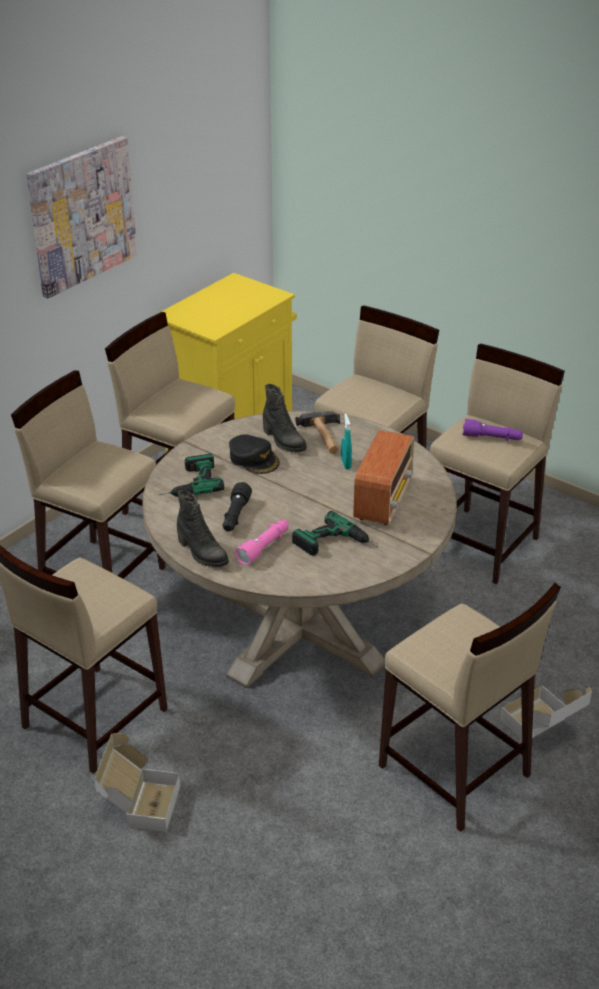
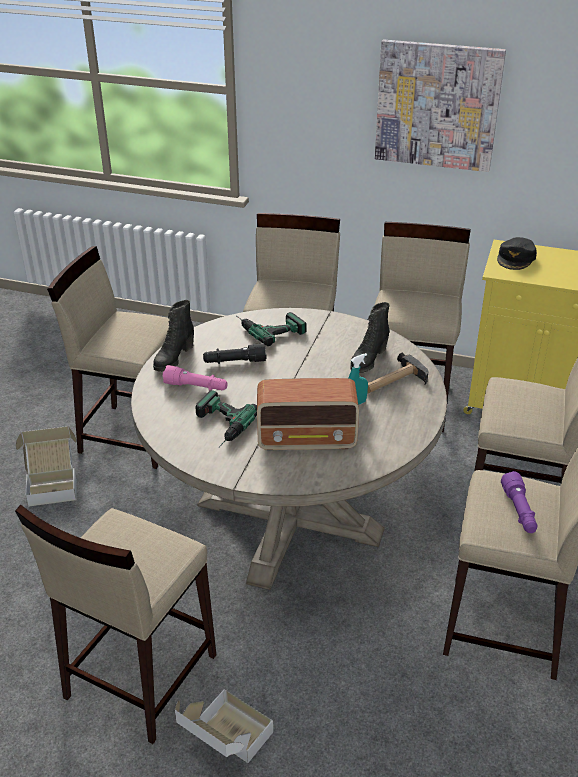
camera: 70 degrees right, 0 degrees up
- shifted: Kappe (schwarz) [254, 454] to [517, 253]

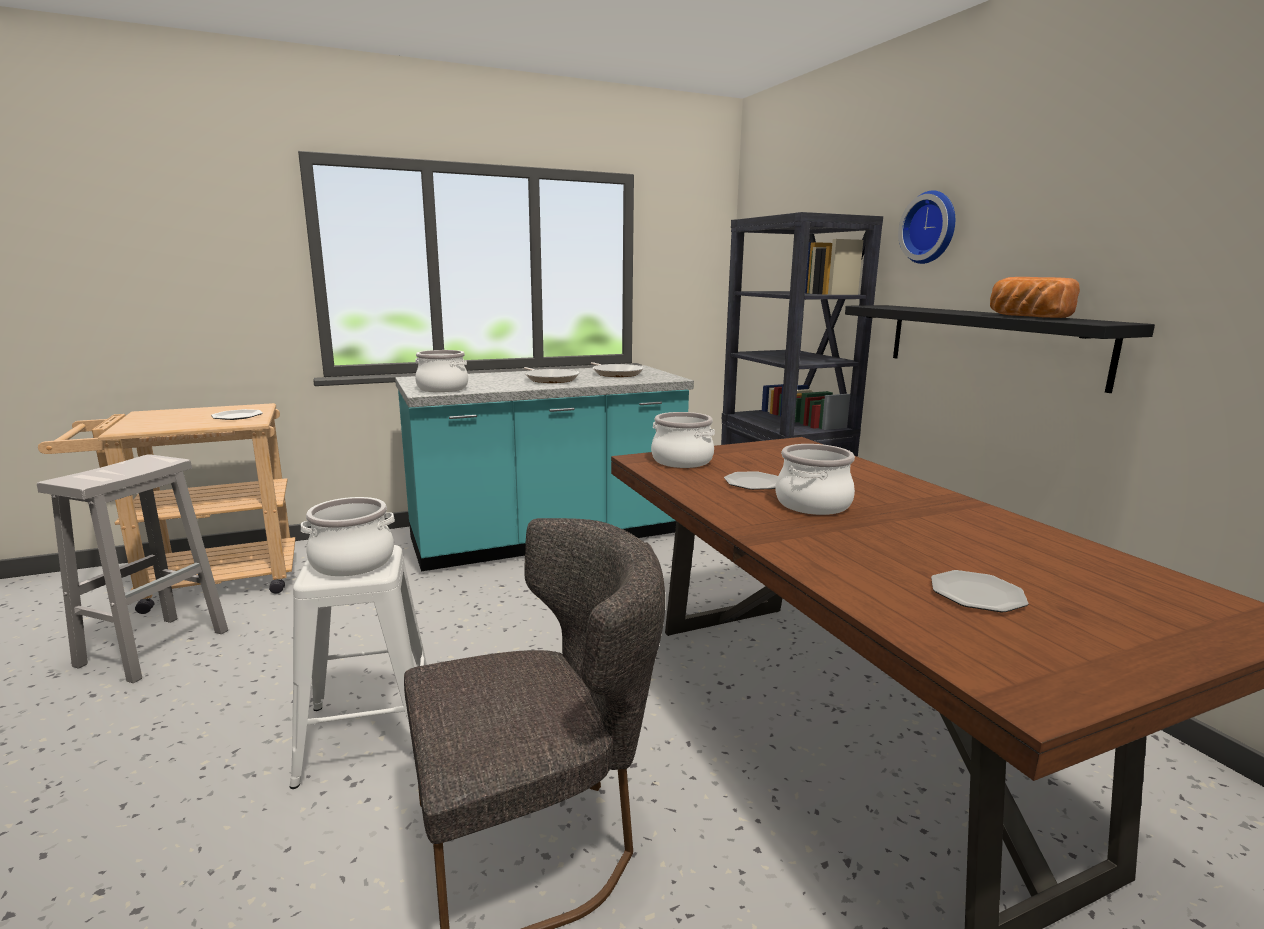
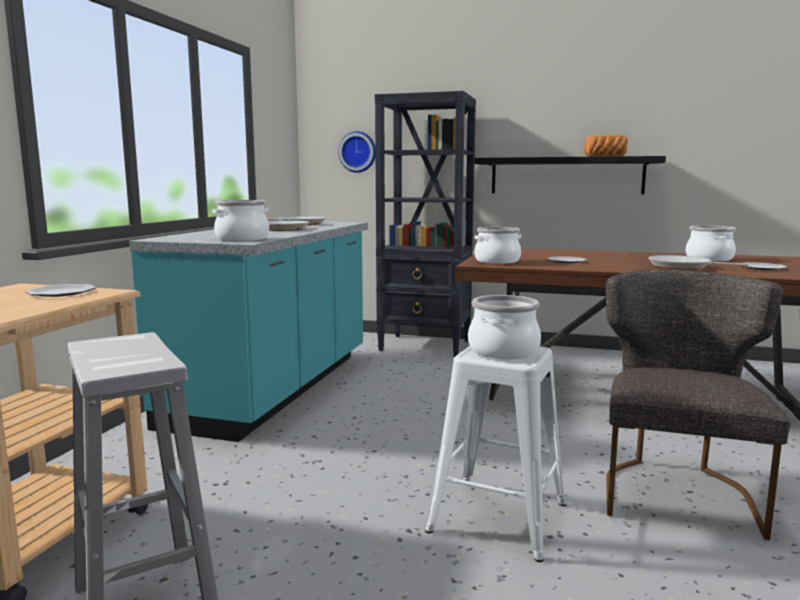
camera: 50 degrees left, 5 degrees down
- shifted: Wanduhr [926, 227] to [357, 152]
- shifted: Kochtopf [815, 479] to [711, 243]
- new: Pfanne [698, 262]

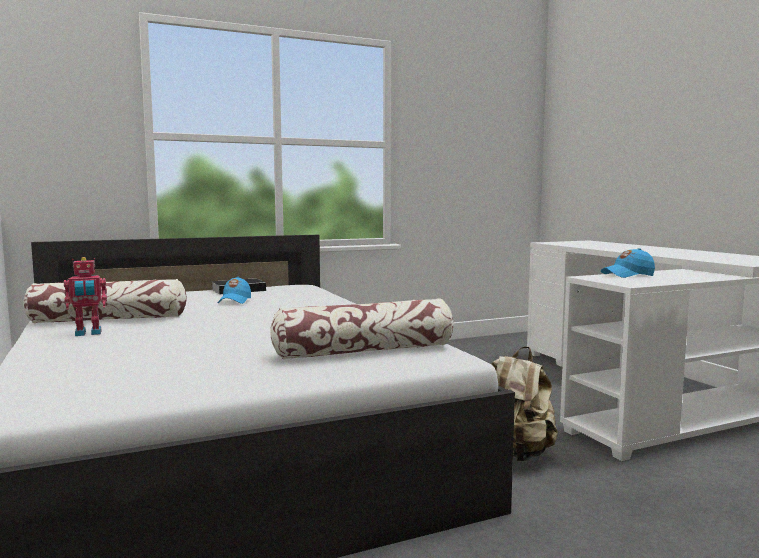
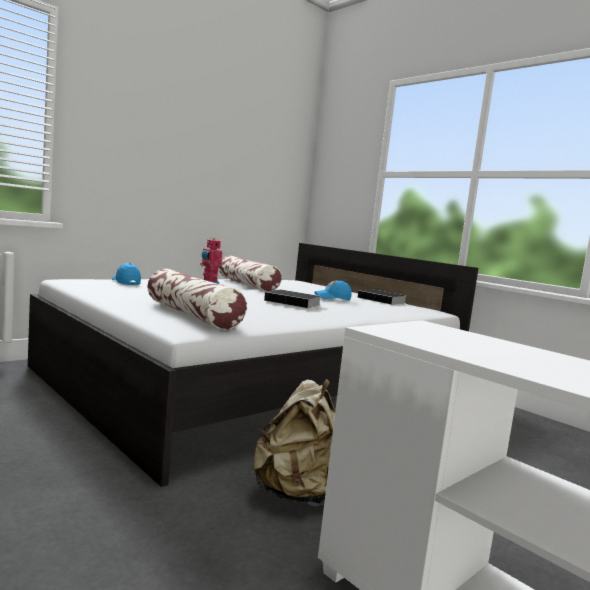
camera: 70 degrees right, 0 degrees up
- shifted: Kappe (blau) [628, 263] to [126, 274]
- new: Buch [293, 299]

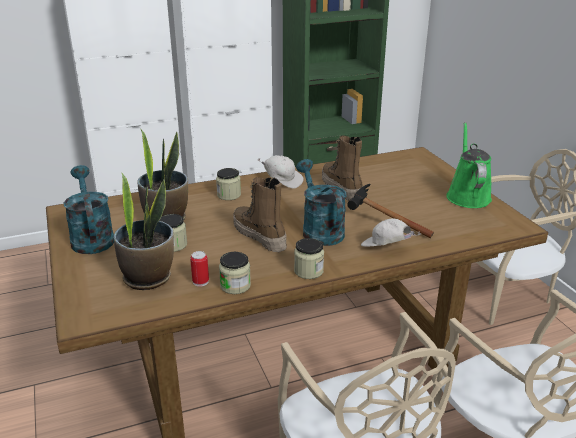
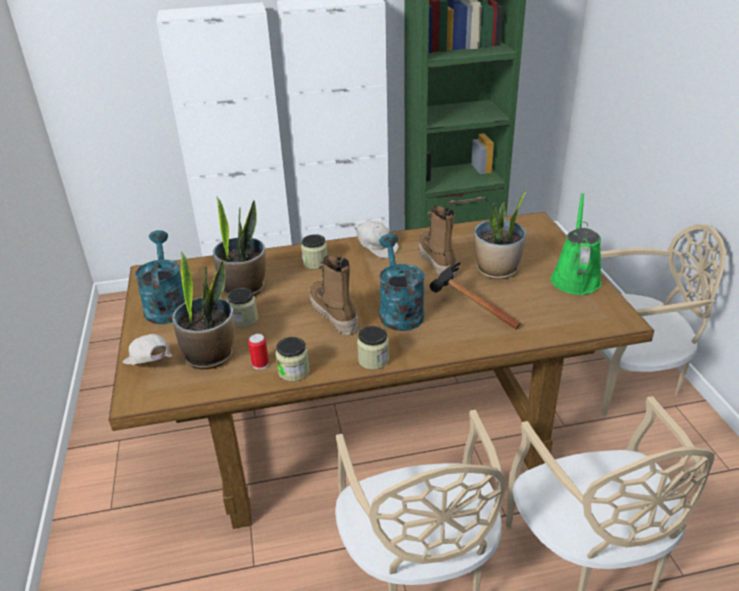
camera: 10 degrees right, 5 degrees up
- shifted: Kappe (weiß) [391, 233] to [147, 349]
- new: Topfpflanze [501, 234]

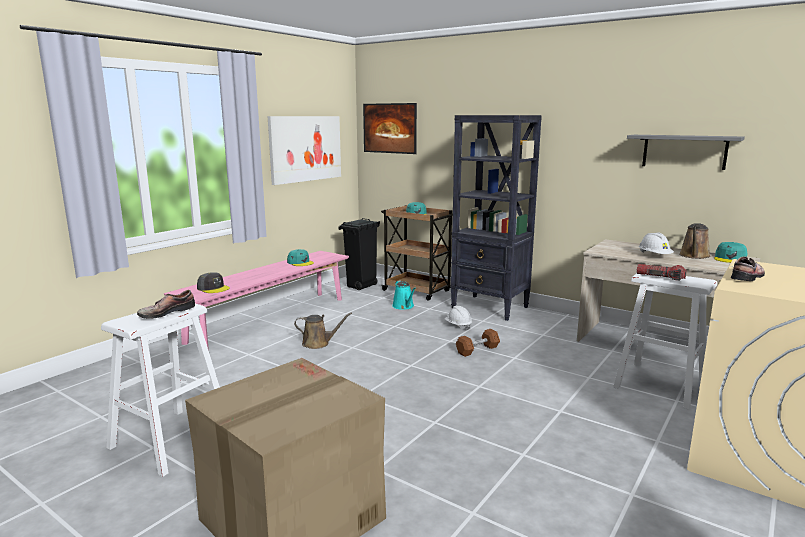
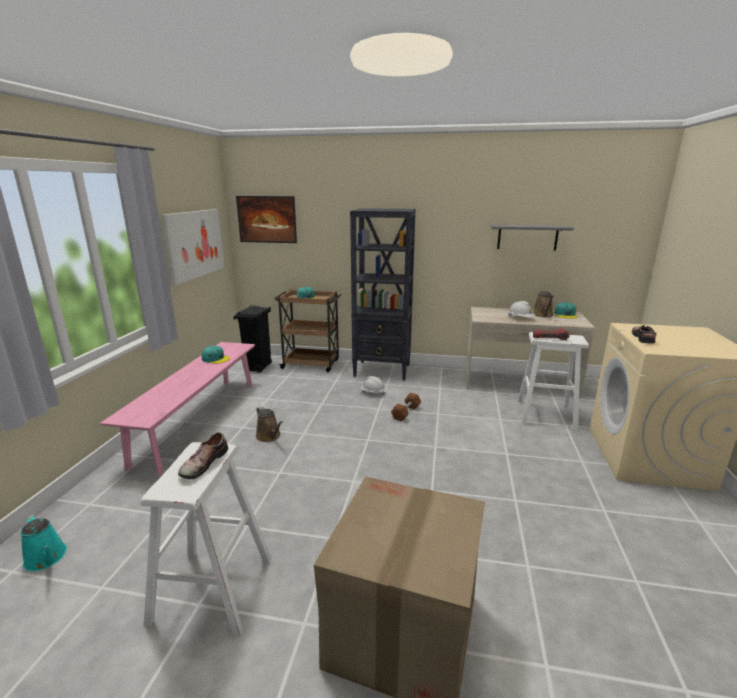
camera: 25 degrees left, 5 degrees up
- gone: Kappe (grau) [213, 282]
- shifted: Gießkanne (türkis) [404, 295] to [43, 542]
- rotated: Gießkanne (braun) [323, 330] = [269, 424] 75 degrees clockwise

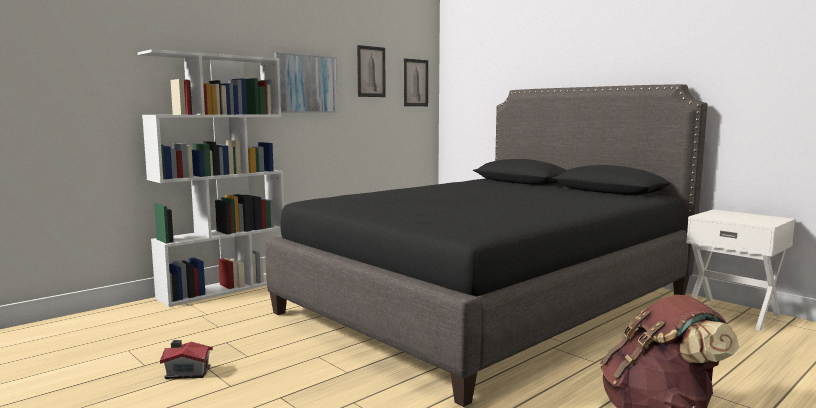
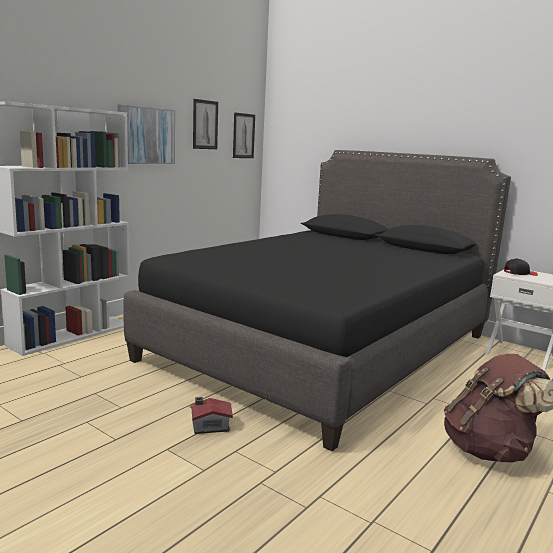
camera: 10 degrees left, 5 degrees up
- shifted: Spielzeughaus [186, 359] to [211, 415]
- new: Kappe (schwarz) [521, 267]

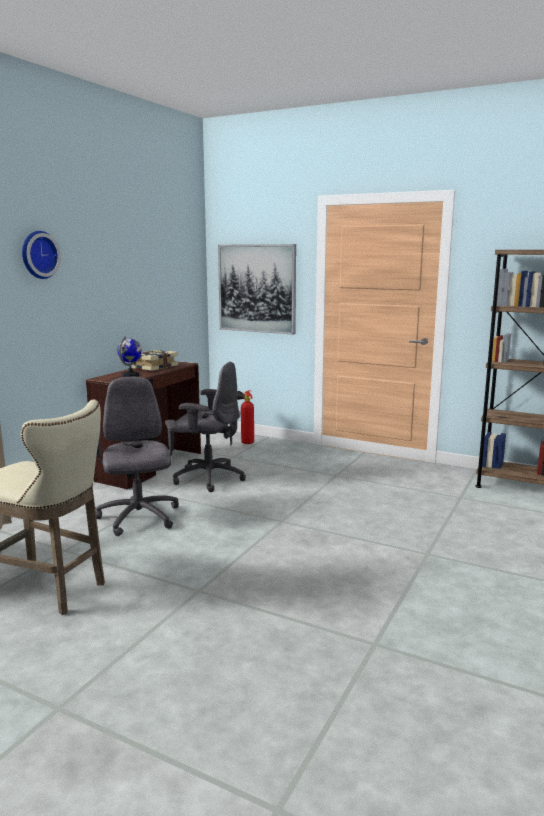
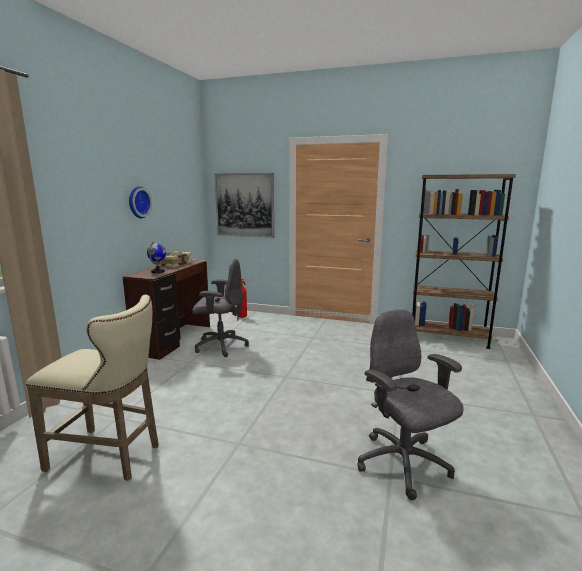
camera: 10 degrees left, 0 degrees up
- shifted: Wanduhr [41, 255] to [140, 202]
- shifted: Bürostuhl (grau) [137, 456] to [410, 405]

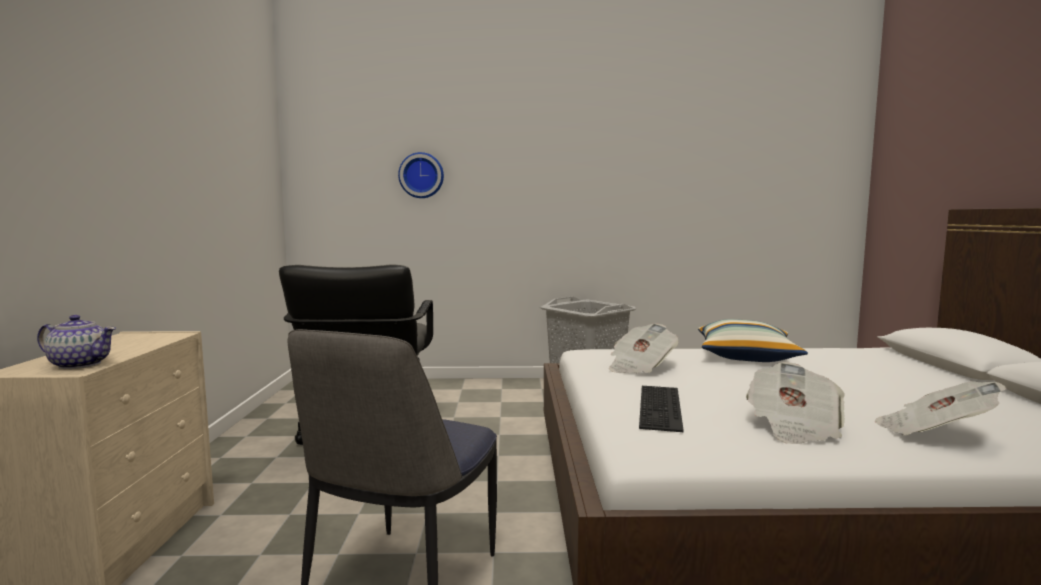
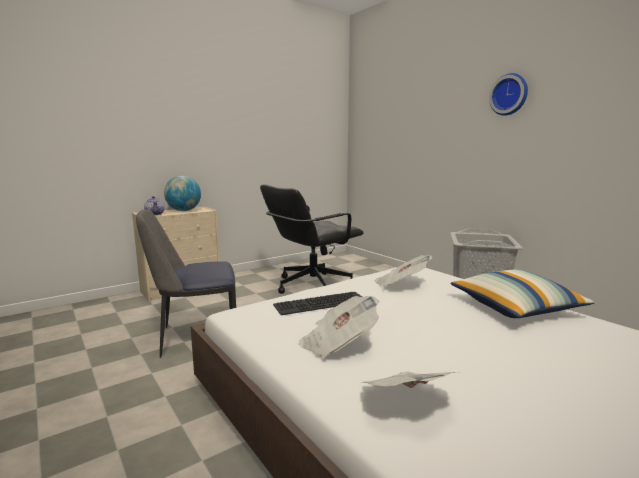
camera: 55 degrees right, 5 degrees up
- shifted: Wanduhr [421, 175] to [508, 94]
- new: Globus [182, 193]

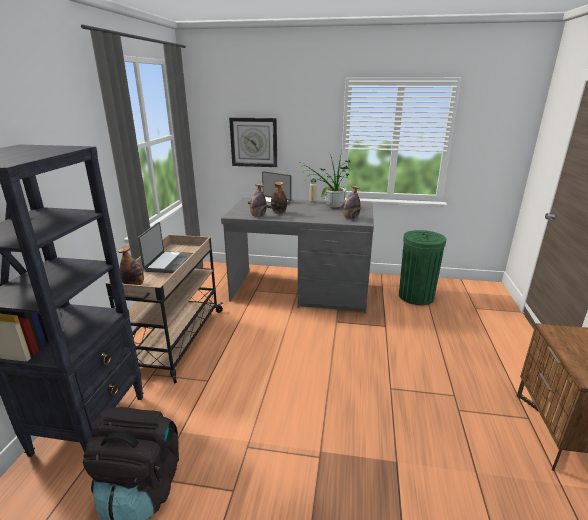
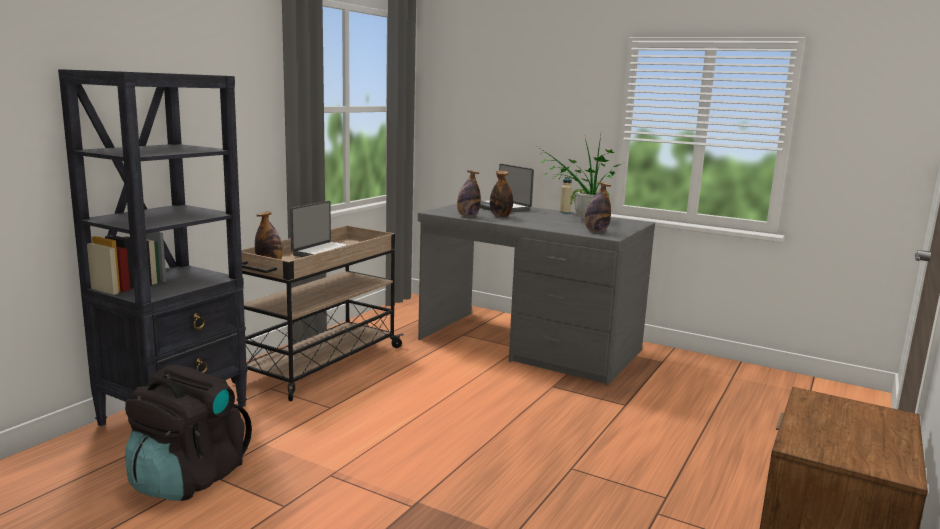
camera: 20 degrees right, 10 degrees down
- gone: Wanduhr [253, 142]
- gone: Mülleimer (grün) [423, 267]

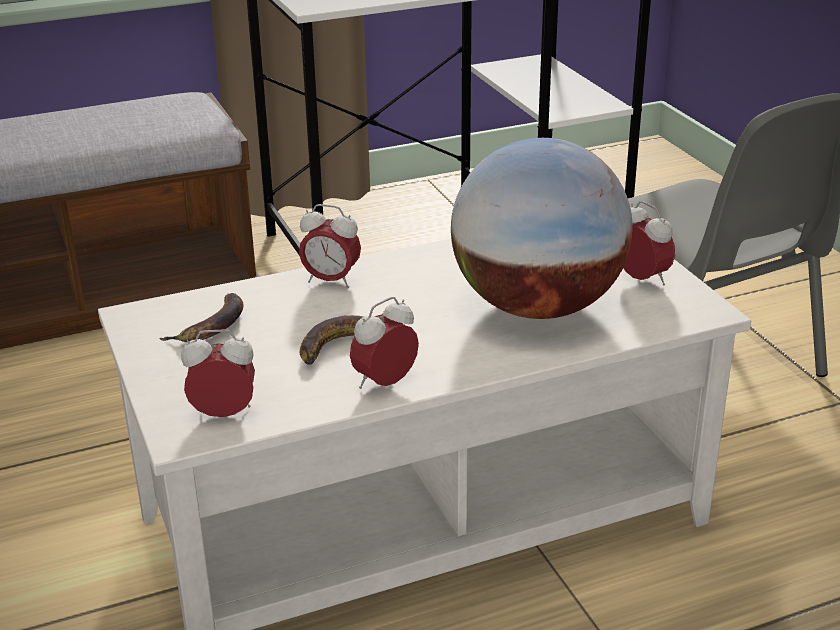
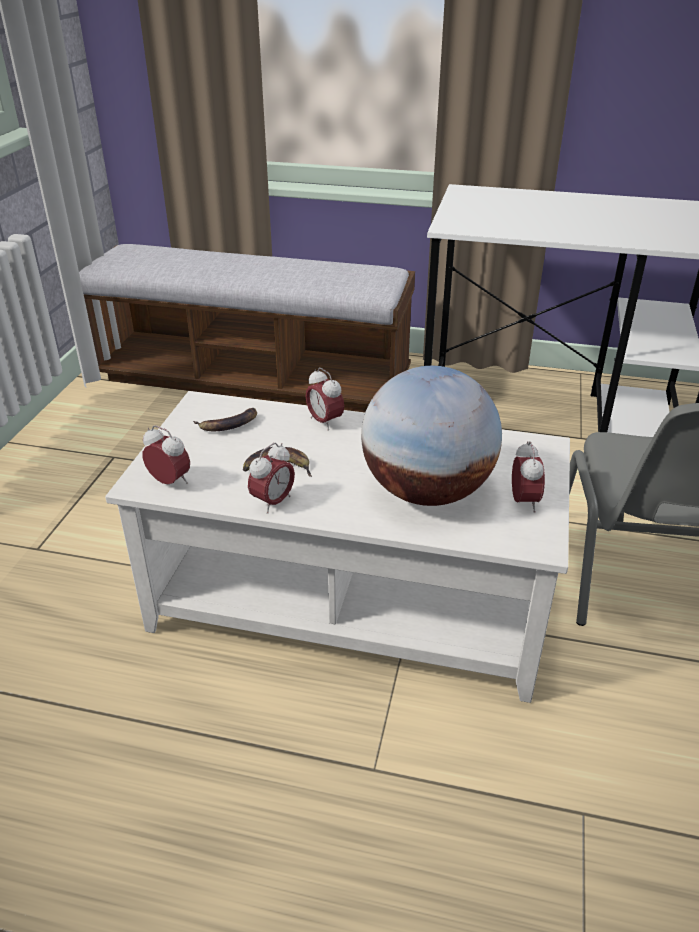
camera: 35 degrees right, 5 degrees up
- rotated: Wecker [384, 343] = [271, 478] 135 degrees clockwise

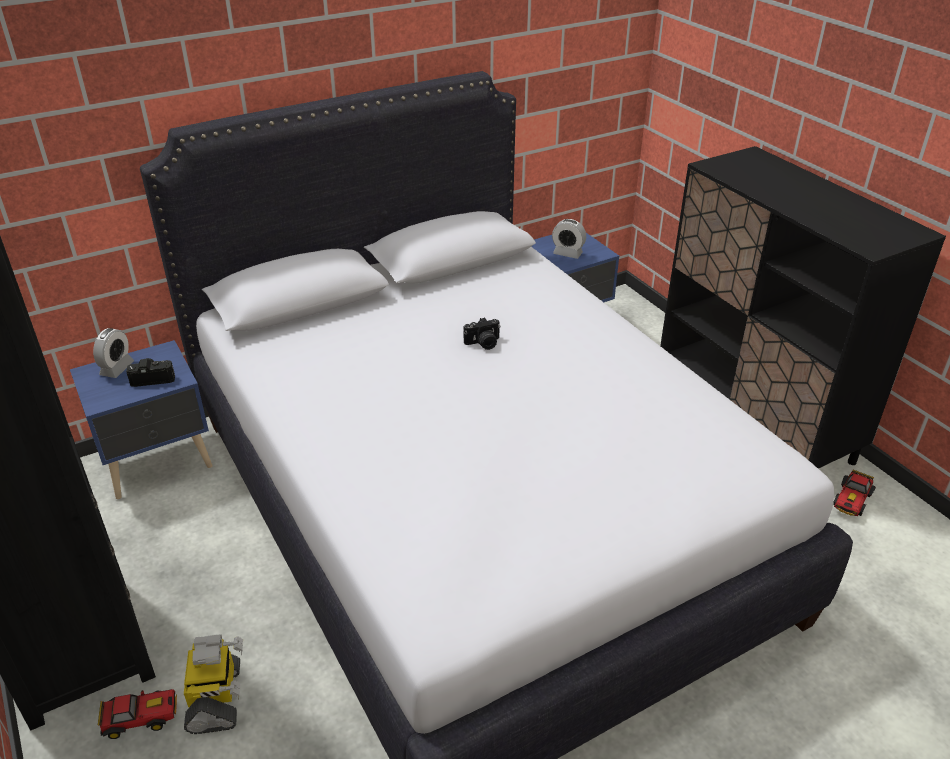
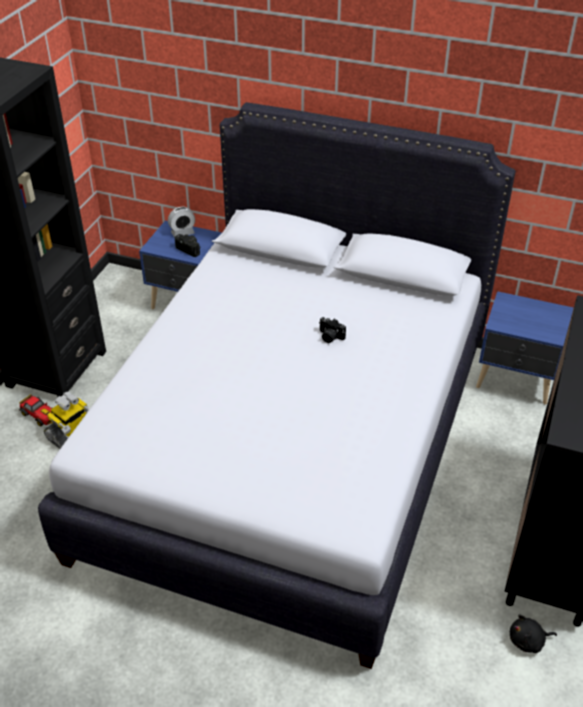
camera: 50 degrees right, 5 degrees up
- gone: Wecker [569, 239]
- swapped: Spielzeugauto [854, 493] to Plüschtier (schwarz) [533, 633]

